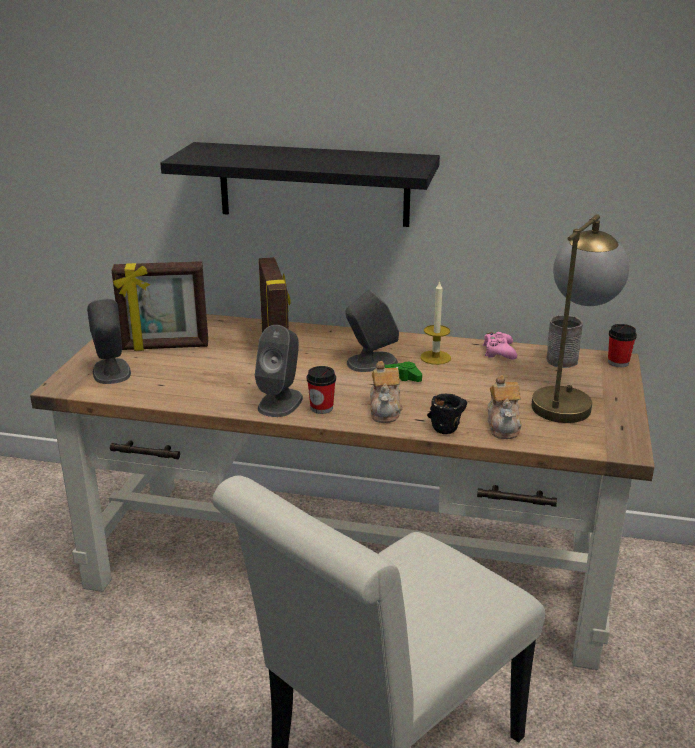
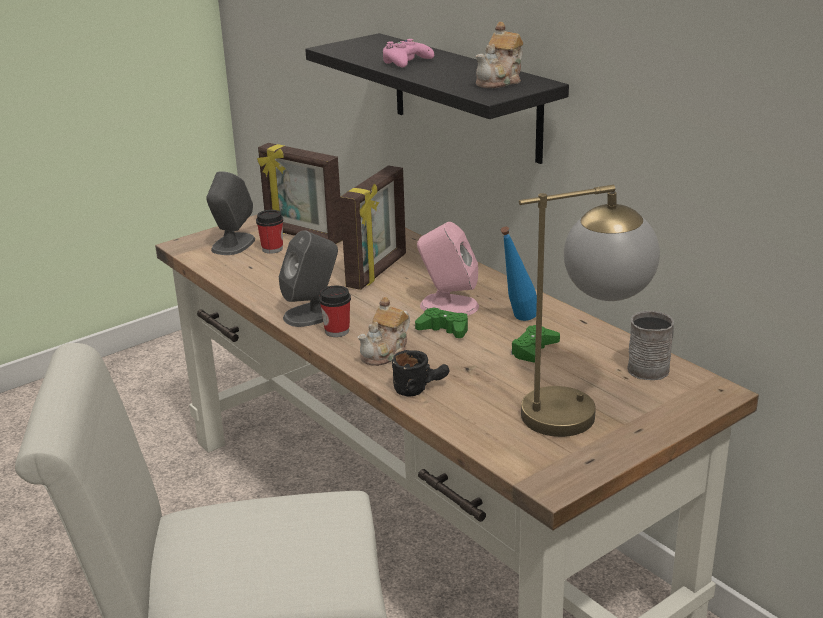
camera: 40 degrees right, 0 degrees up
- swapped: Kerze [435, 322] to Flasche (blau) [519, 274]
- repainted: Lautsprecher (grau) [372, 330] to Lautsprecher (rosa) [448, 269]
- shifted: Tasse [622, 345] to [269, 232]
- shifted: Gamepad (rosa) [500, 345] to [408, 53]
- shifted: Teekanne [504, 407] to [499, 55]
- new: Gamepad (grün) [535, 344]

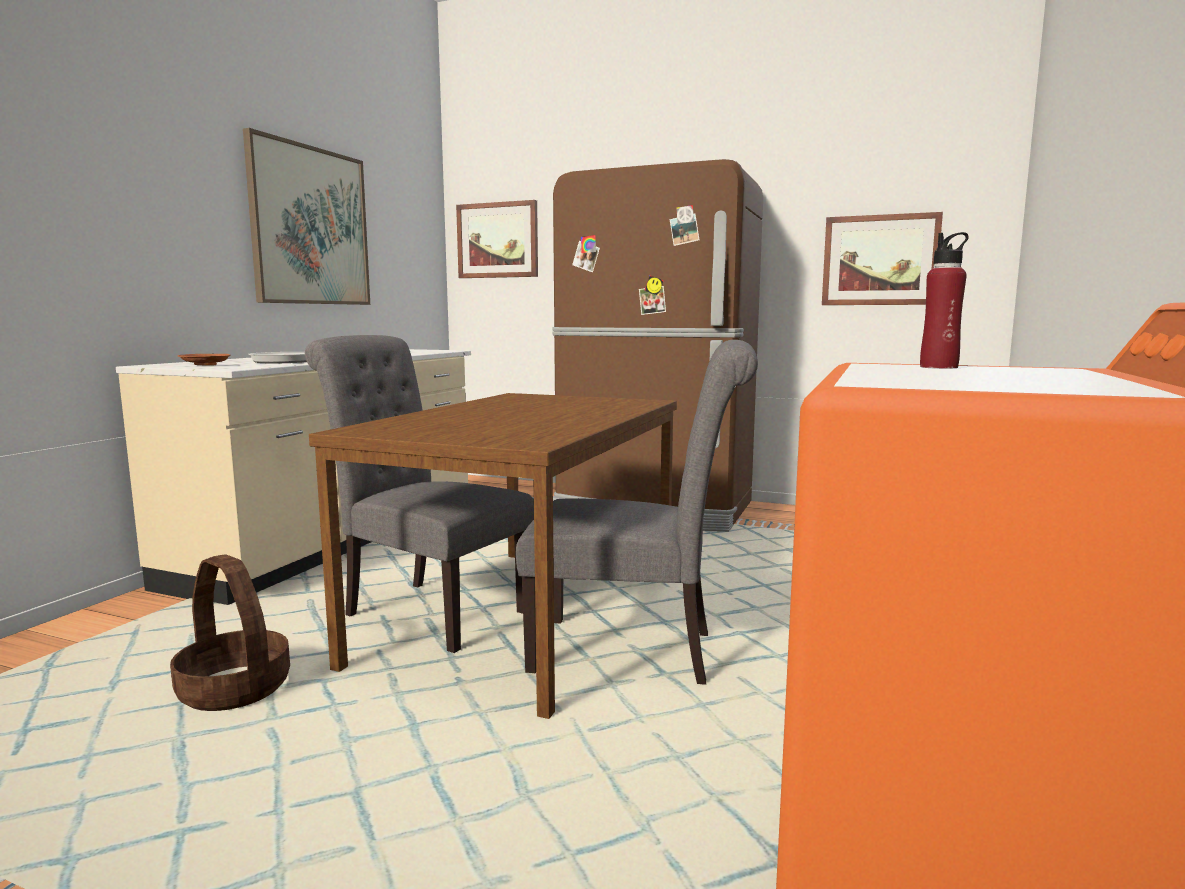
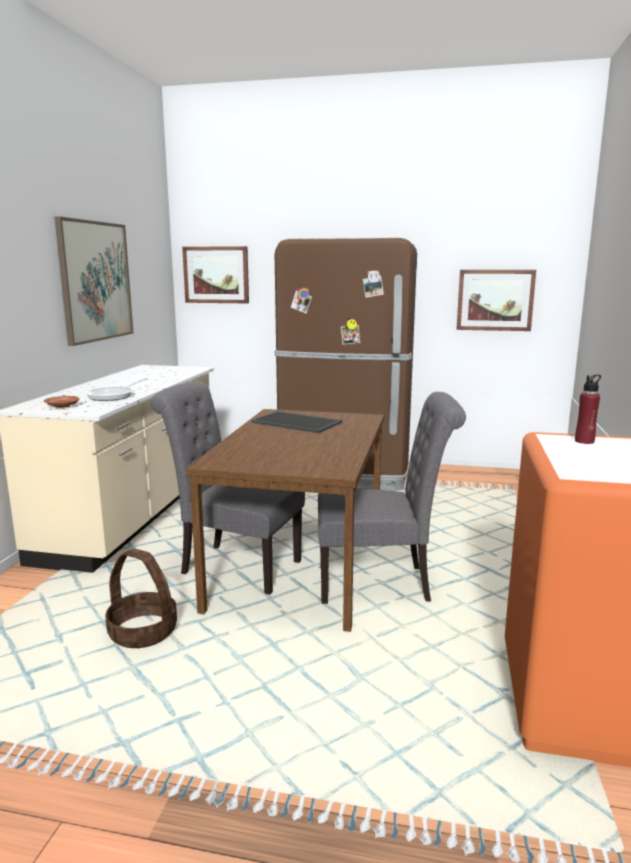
camera: 10 degrees left, 5 degrees up
- new: Tablett [297, 422]

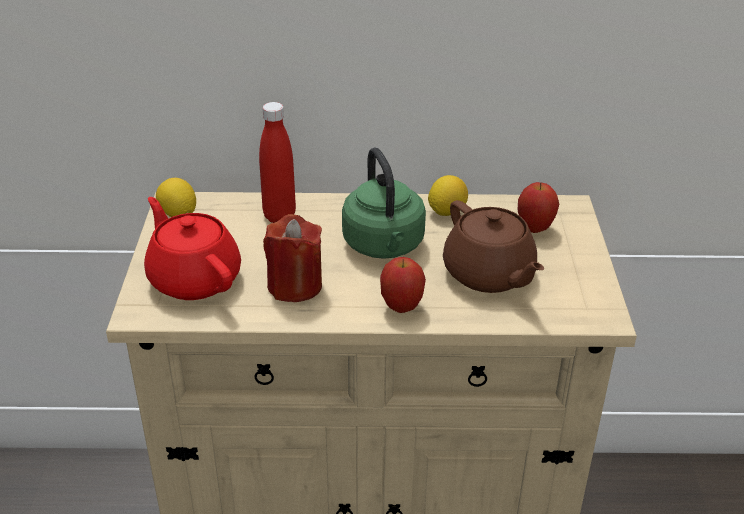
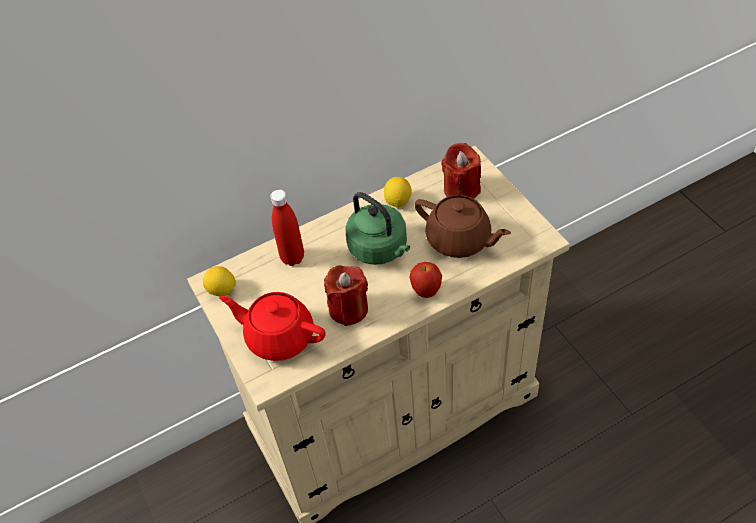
camera: 25 degrees left, 15 degrees up
- swapped: Apfel [538, 207] to Kerze (rot) [461, 171]

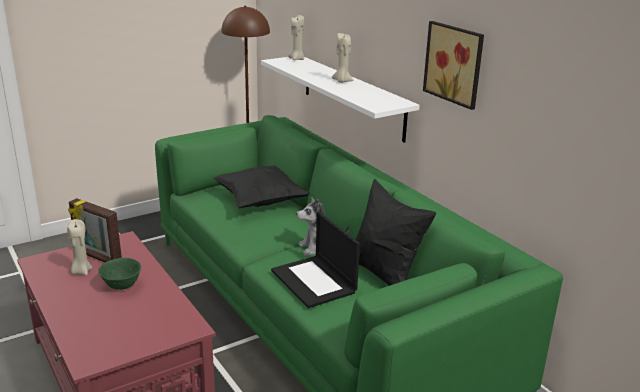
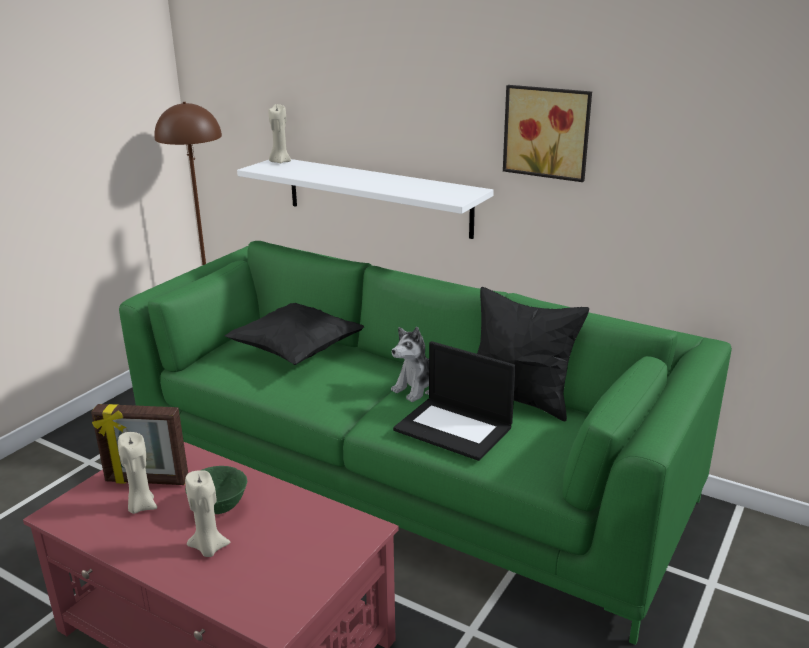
camera: 25 degrees left, 0 degrees up
- shifted: Kerze (beige) [343, 58] to [207, 513]

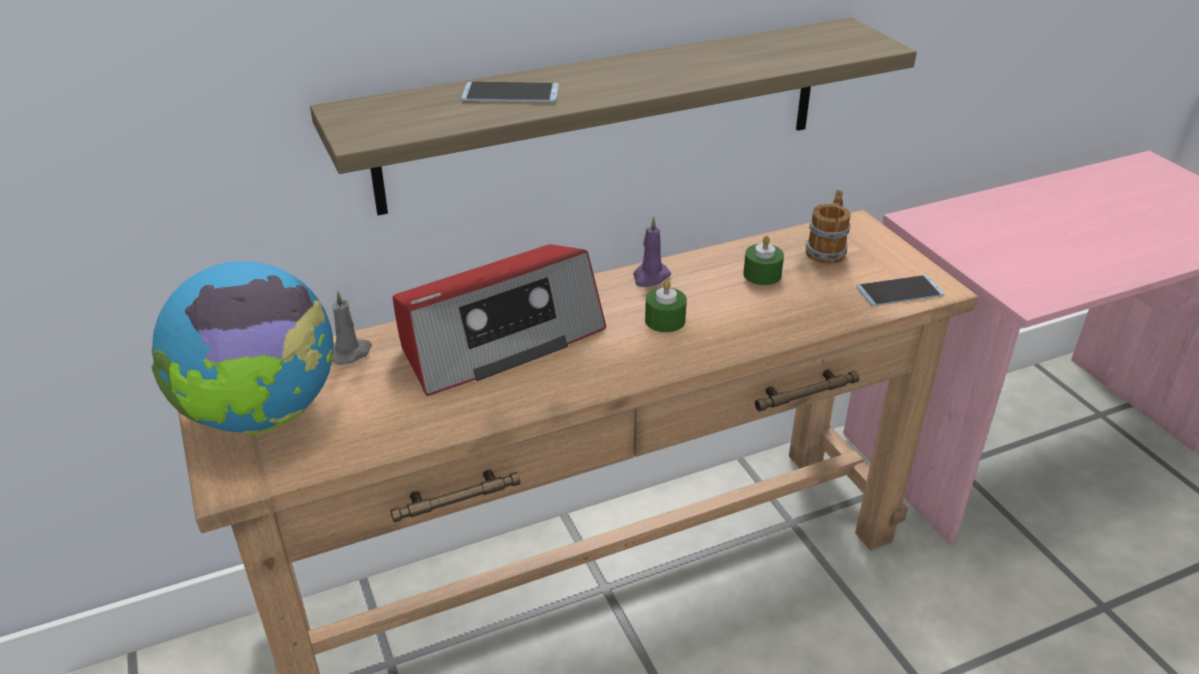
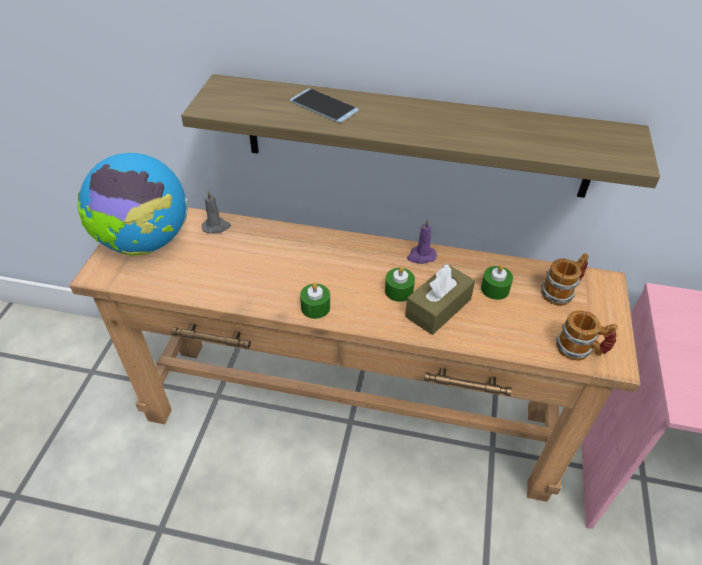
camera: 35 degrees right, 10 degrees up
- gone: Radio [499, 320]
- swapped: Handy [900, 290] to Henkelbecher [587, 335]
- new: Taschentuchbox (braun) [440, 299]
- new: Kerze (grün) [315, 301]

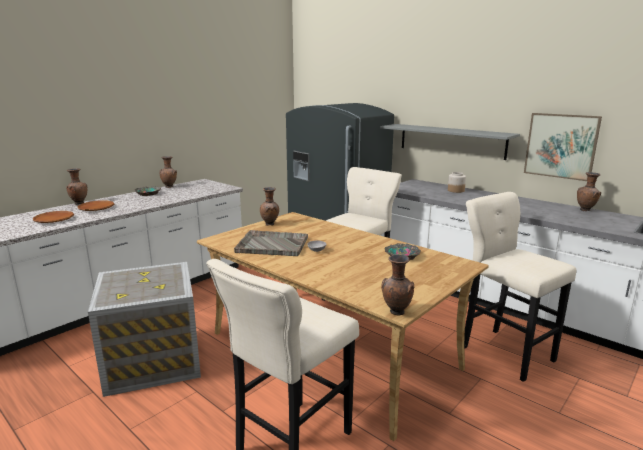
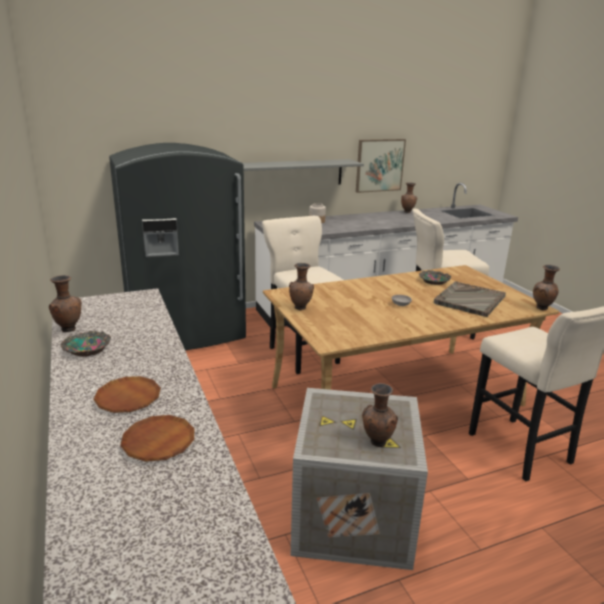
camera: 65 degrees left, 5 degrees up
- shifted: Vase (braun) [76, 186] to [380, 415]
- shifted: Tablett (grau) [271, 243] to [470, 299]

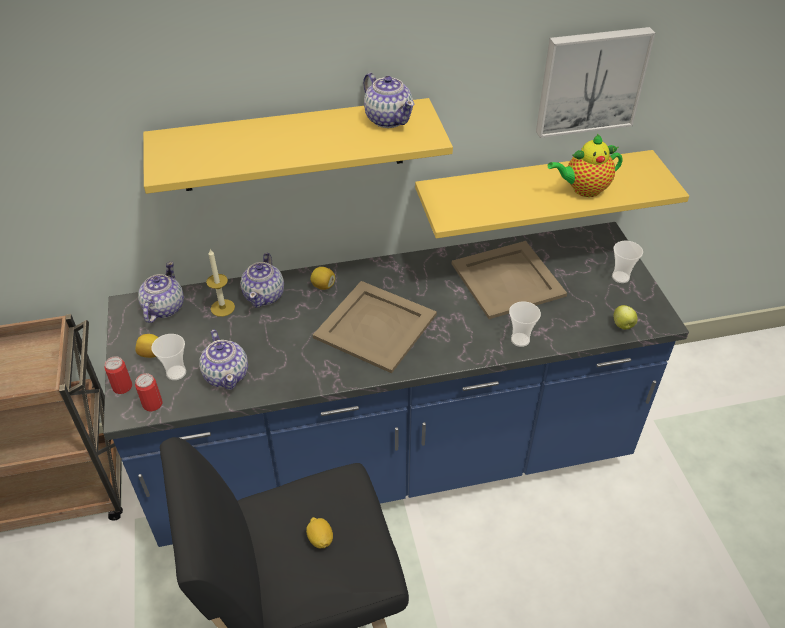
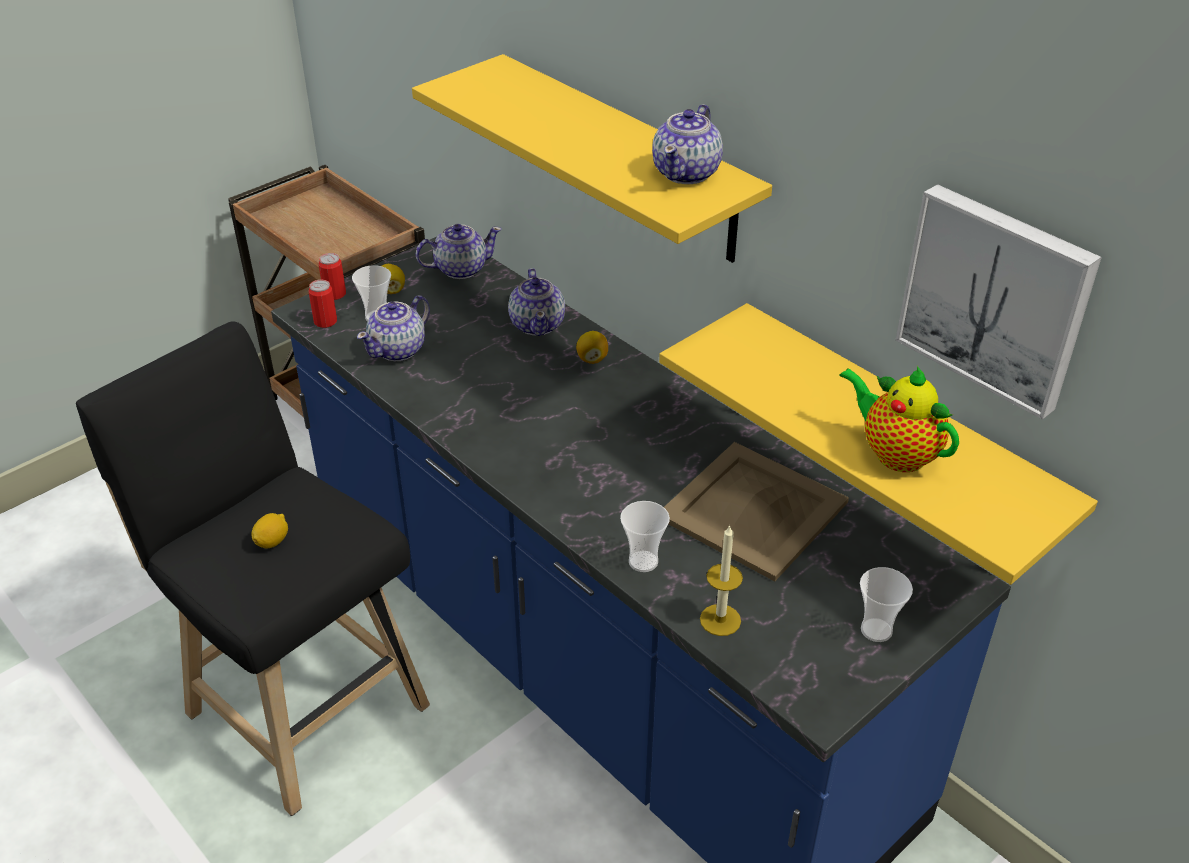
camera: 60 degrees right, 5 degrees down
- shifted: Kerze [220, 283] to [721, 580]
- rotated: Teekanne [262, 280] = [536, 302] 75 degrees counterclockwise
- gone: Tablett (beige) [375, 327]
- gone: Apfel [626, 317]

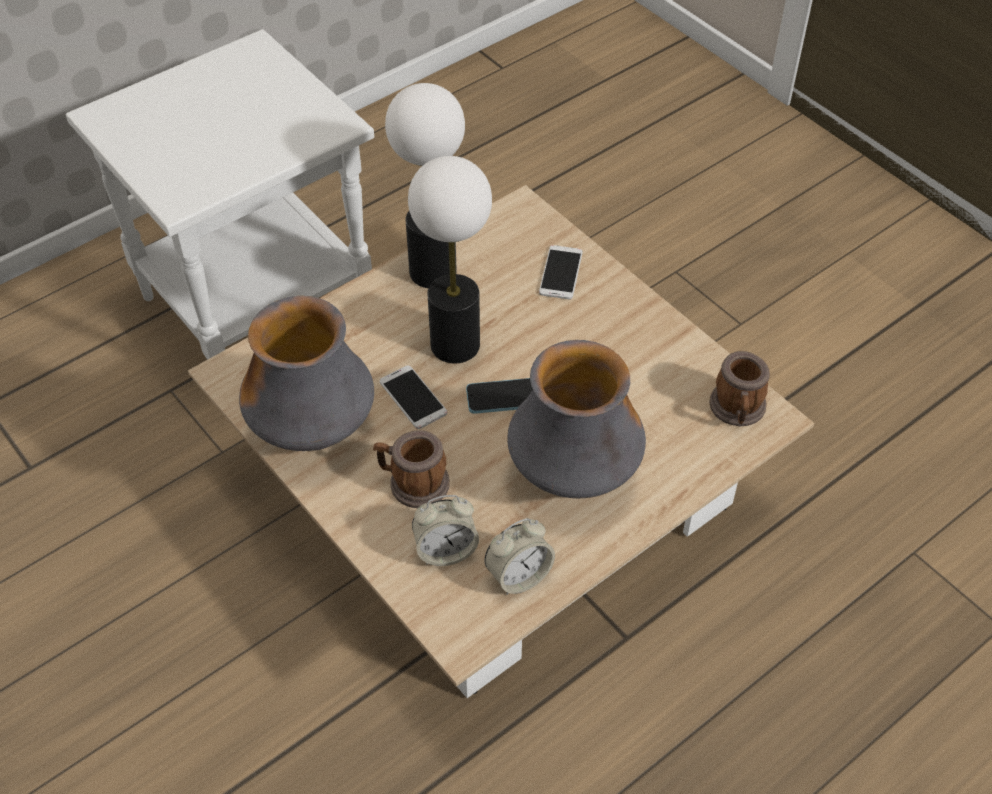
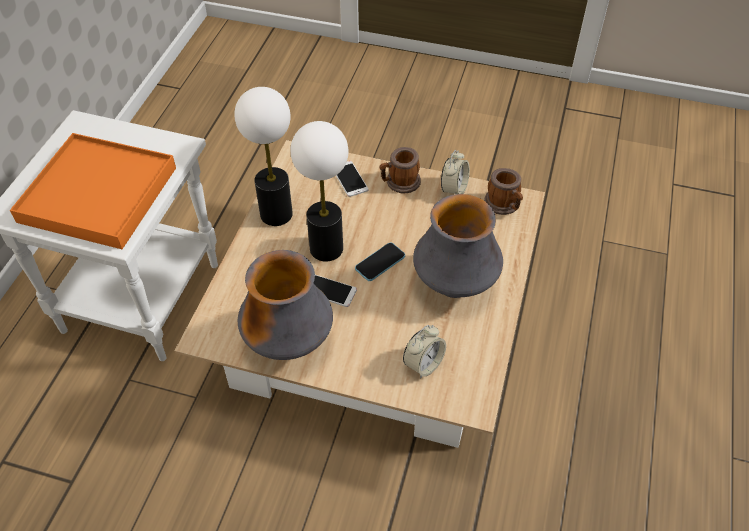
camera: 35 degrees left, 0 degrees up
- shifted: Henkelbecher [411, 469] to [400, 170]
- shifted: Wecker [520, 556] to [455, 172]
- new: Tablett (orange) [93, 191]

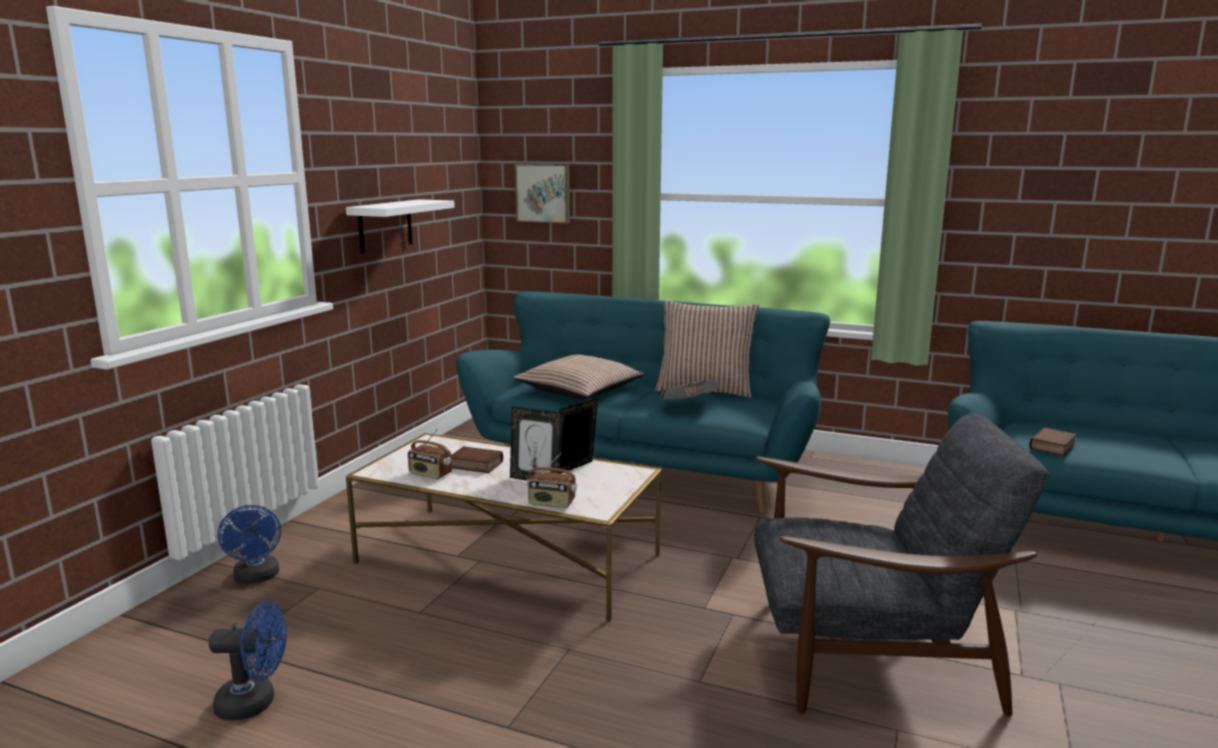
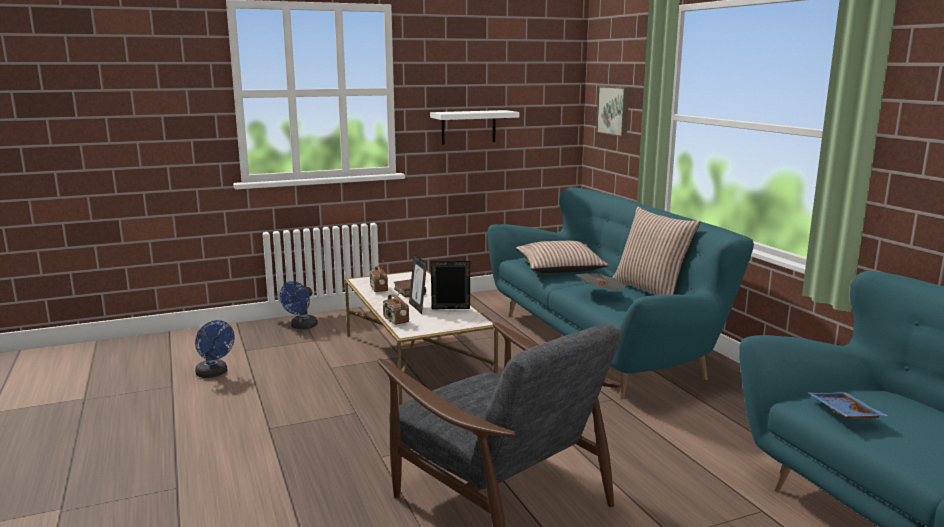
camera: 45 degrees right, 0 degrees up
- swapped: Buch [1053, 442] to Tablett (blau) [847, 405]

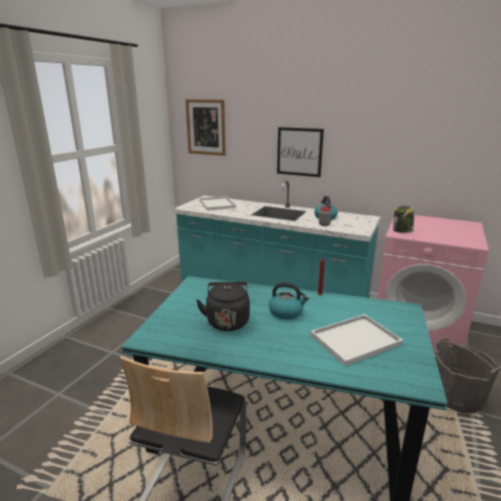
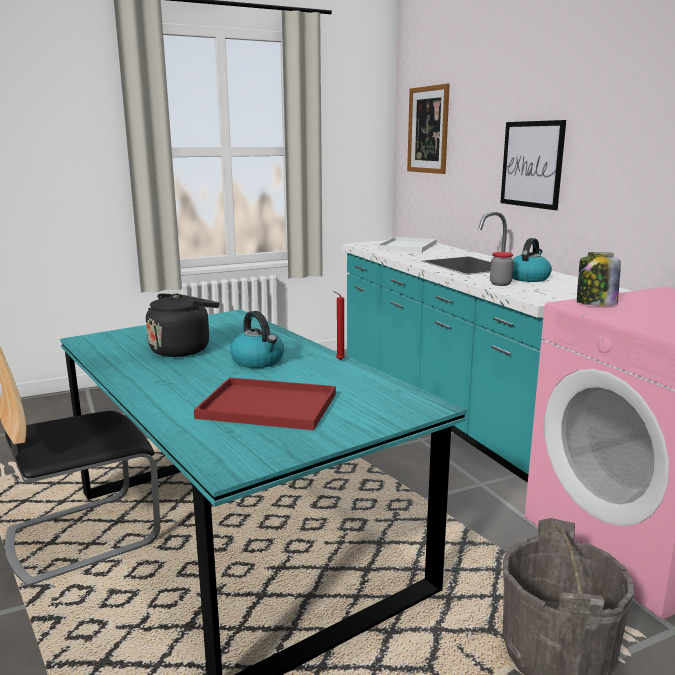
camera: 40 degrees right, 5 degrees down
- repainted: Tablett (weiß) [356, 340] to Tablett (rot) [265, 403]

